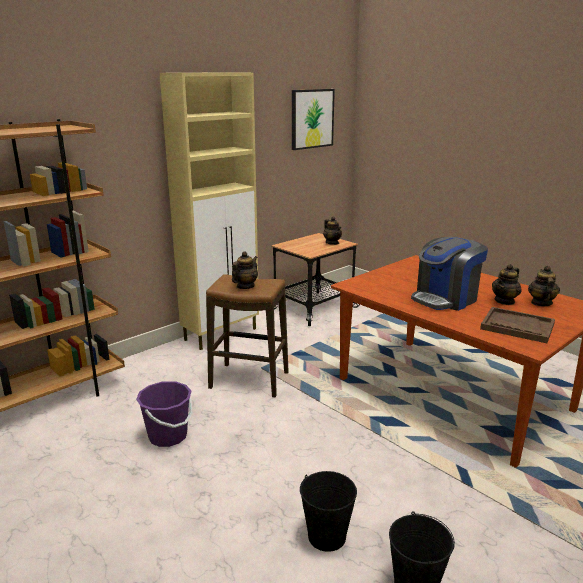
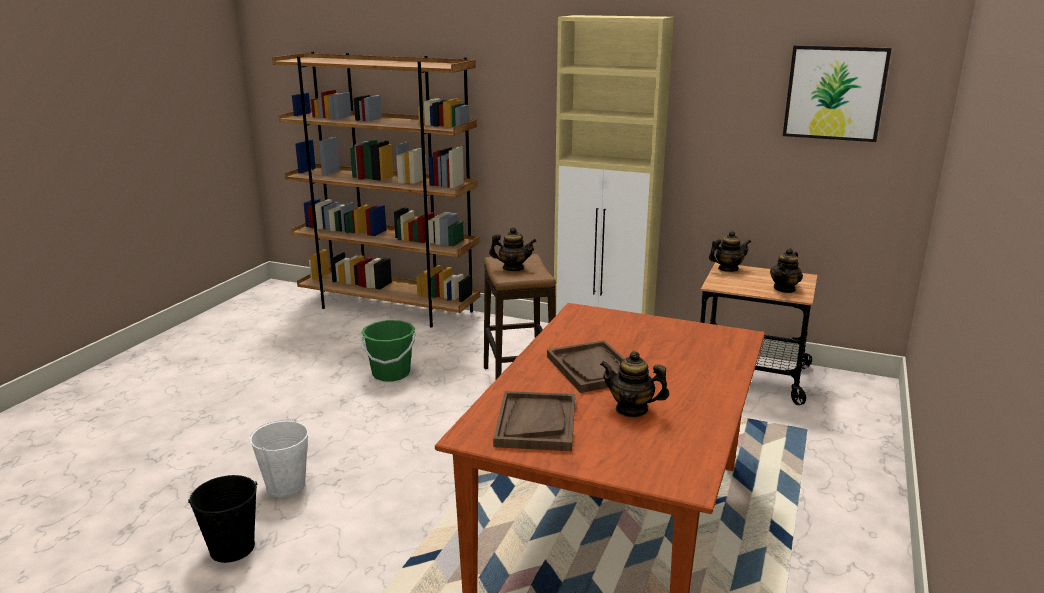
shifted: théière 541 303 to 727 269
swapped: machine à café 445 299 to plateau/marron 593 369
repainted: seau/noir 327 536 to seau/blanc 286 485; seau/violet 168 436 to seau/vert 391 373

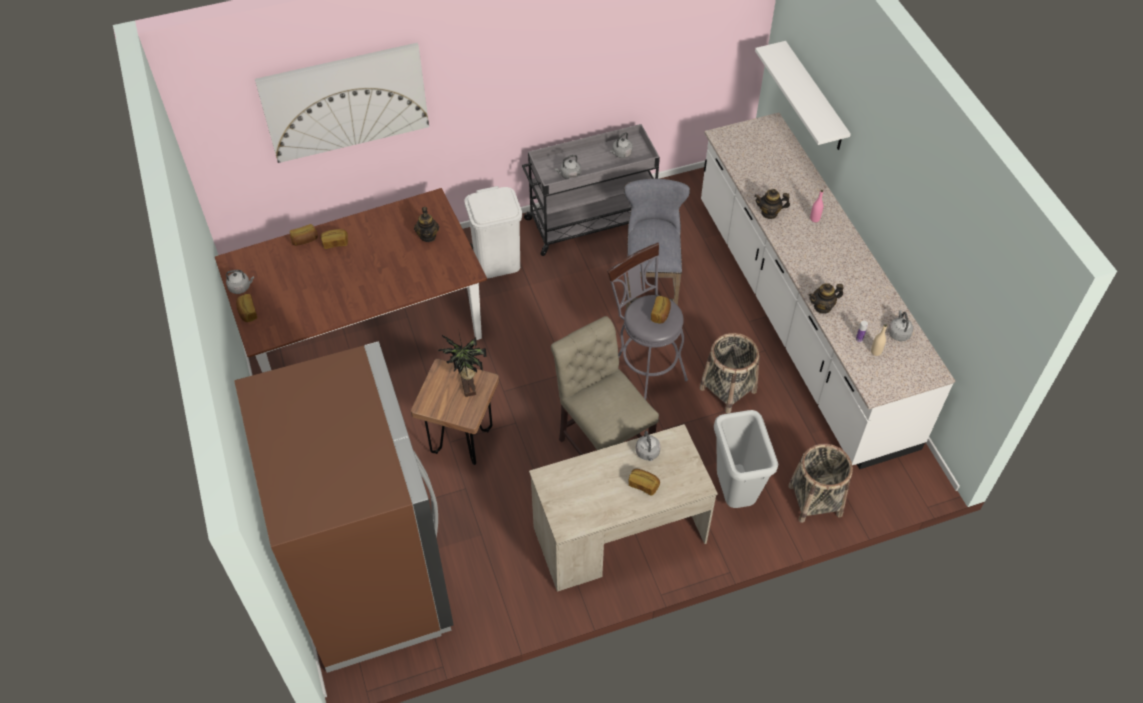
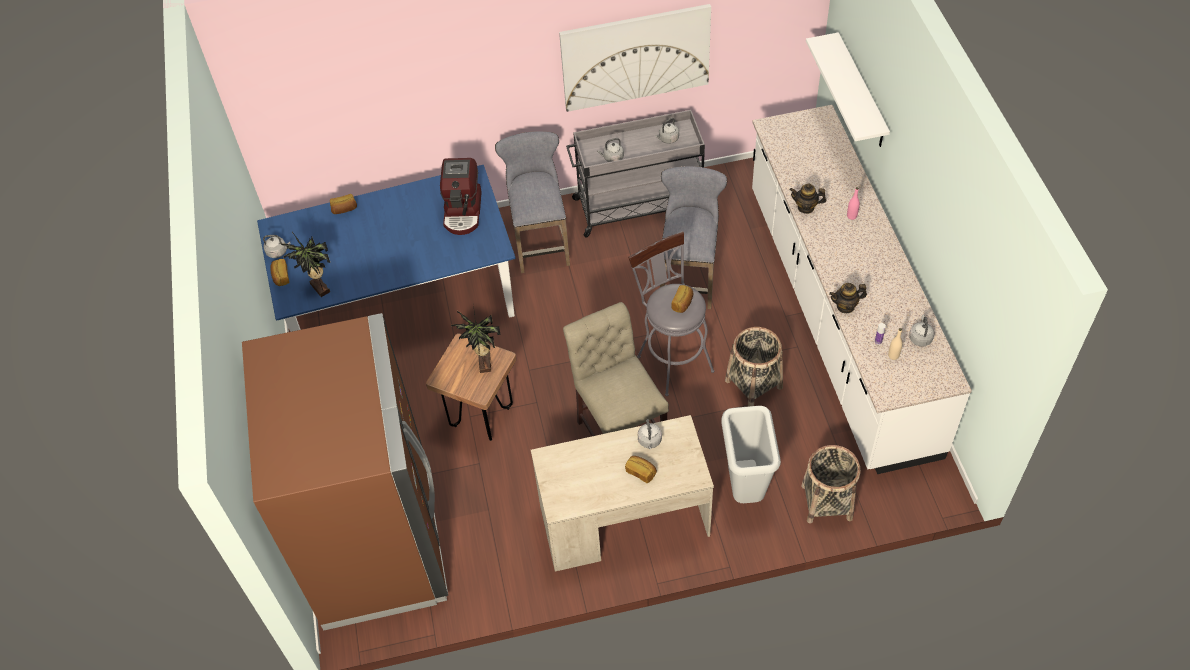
gone: pain 335 242
new: plante en pot 319 289
shifted: tableau 345 102 to 635 57
swapped: théière 428 236 to machine à café 463 211; poubelle/blanc 497 262 to tabouret/gris 540 241
repainted: table à manger/marron 364 330 to table à manger/bleu 401 301

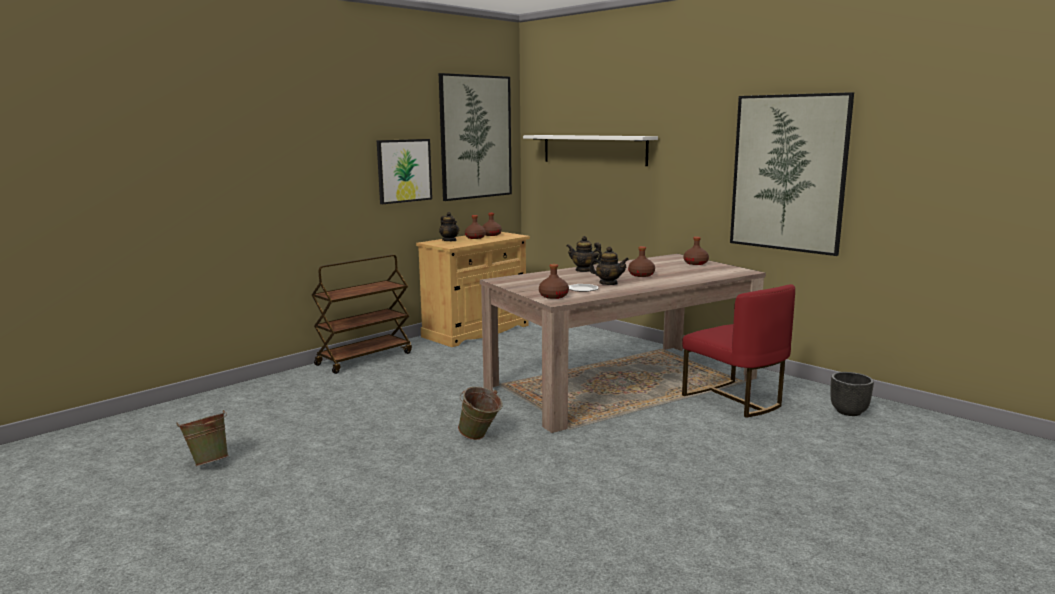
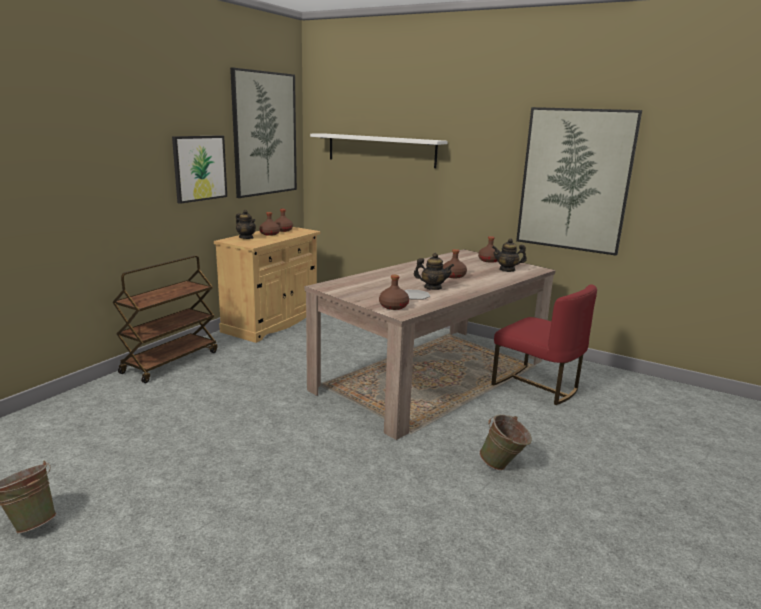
gone: cache-pot/noir 849 412
shifted: seau/vert 480 438 to 503 466; théière 584 270 to 507 269

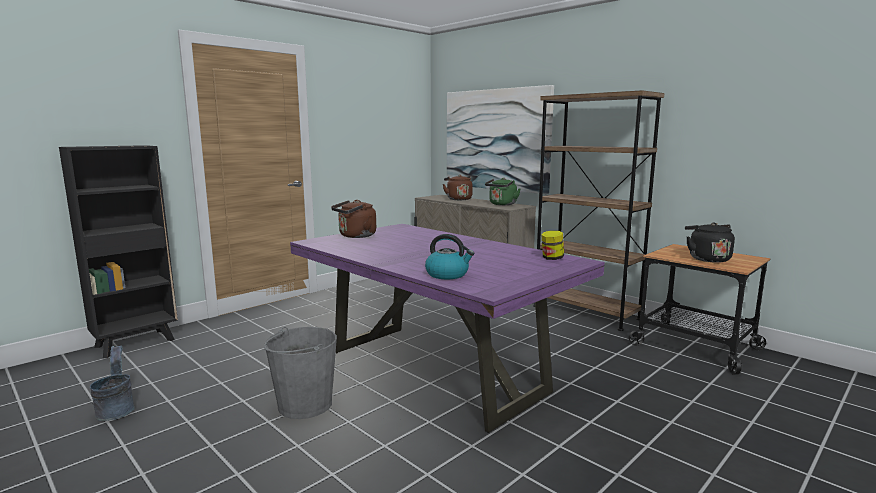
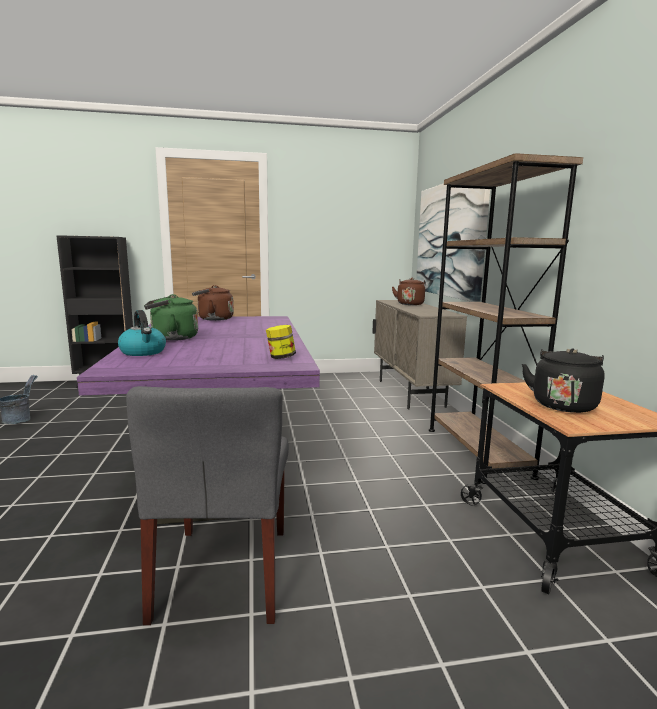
gone: seau/gris 304 404
new: chaise/gris 224 572
shifted: bouilloire/vert 502 204 to 171 338

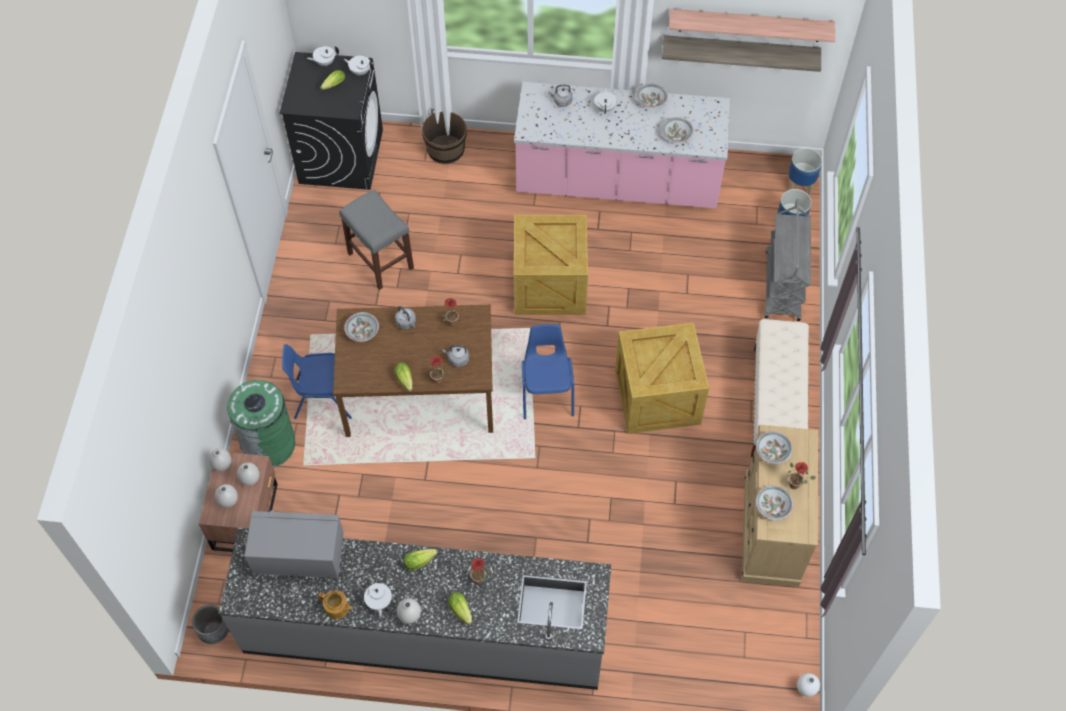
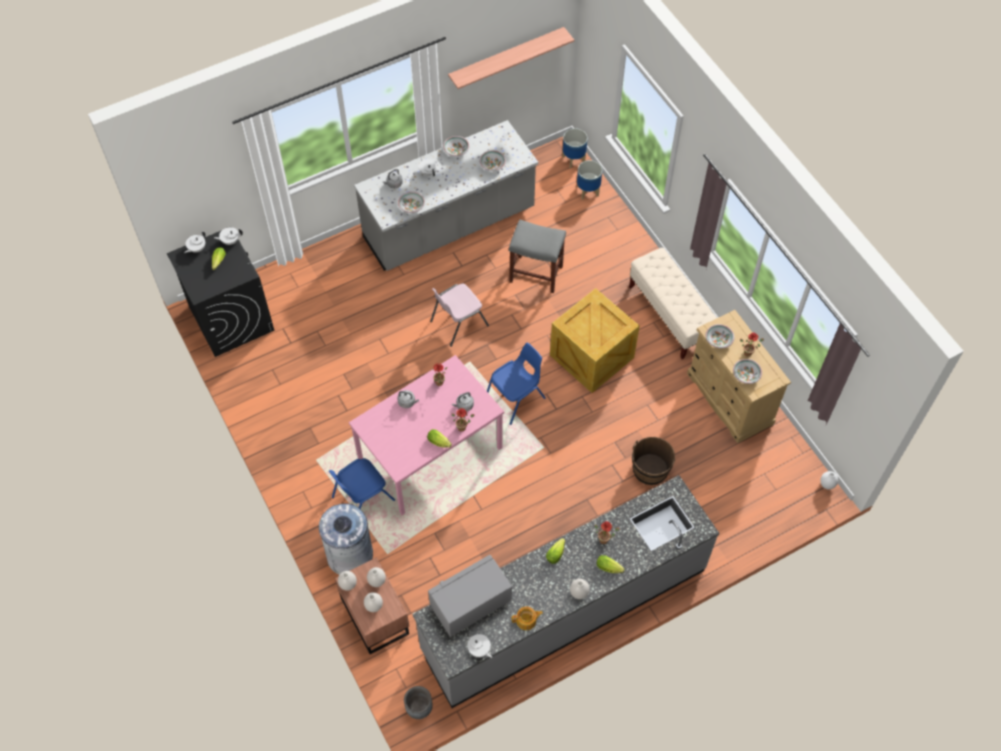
gone: étagère 740 51; chariot/gris 782 286
shifted: bol 362 332 to 412 206; théière/blanc 379 601 to 479 649; tabouret/gris 379 260 to 535 274; seau/marron 446 150 to 650 469
swapped: caisse 548 283 to chaise/rose 458 323
repainted: poubelle/vert 269 444 to poubelle/gris 350 555; table à manger/marron 419 395 to table à manger/rose 430 454; comptoir de cuisine/rose 617 182 to comptoir de cuisine/gris 449 225
rotated: chaise/bleu 547 392 = 516 398 90 degrees clockwise

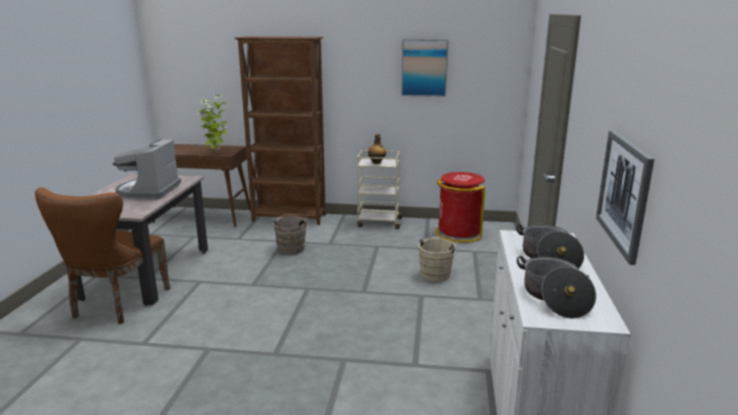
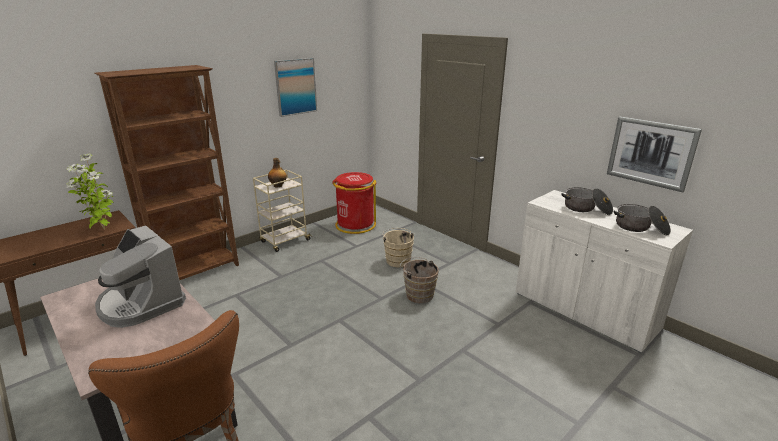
shifted: seau/marron 292 248 to 418 294

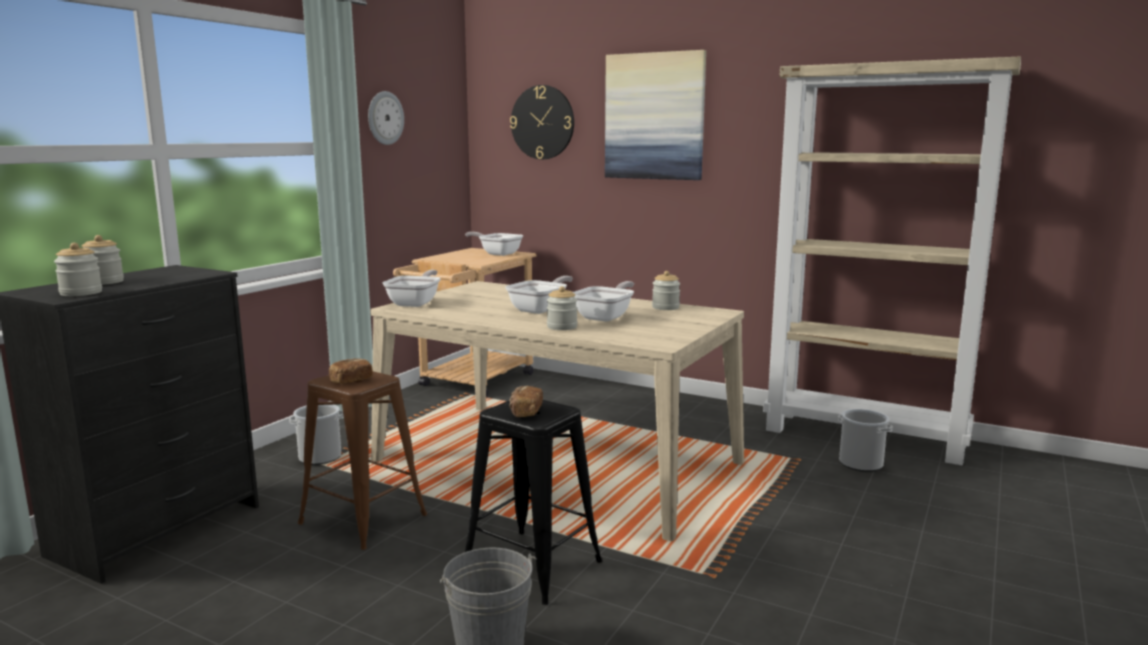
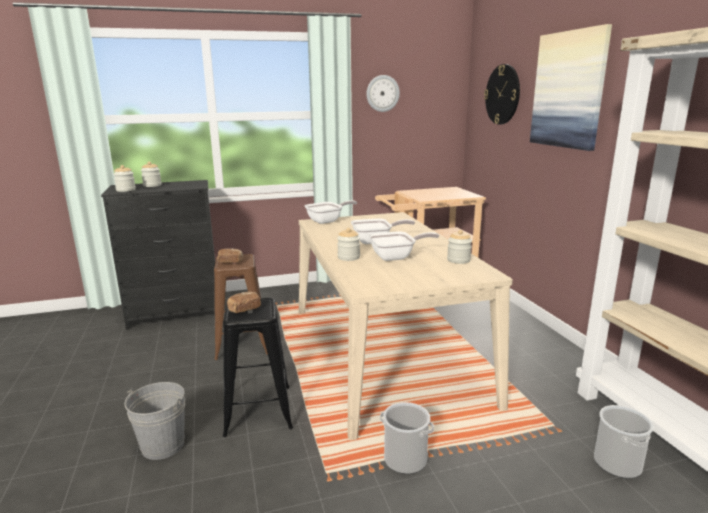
gone: poêle 497 253
shifted: seau 320 457 to 405 459

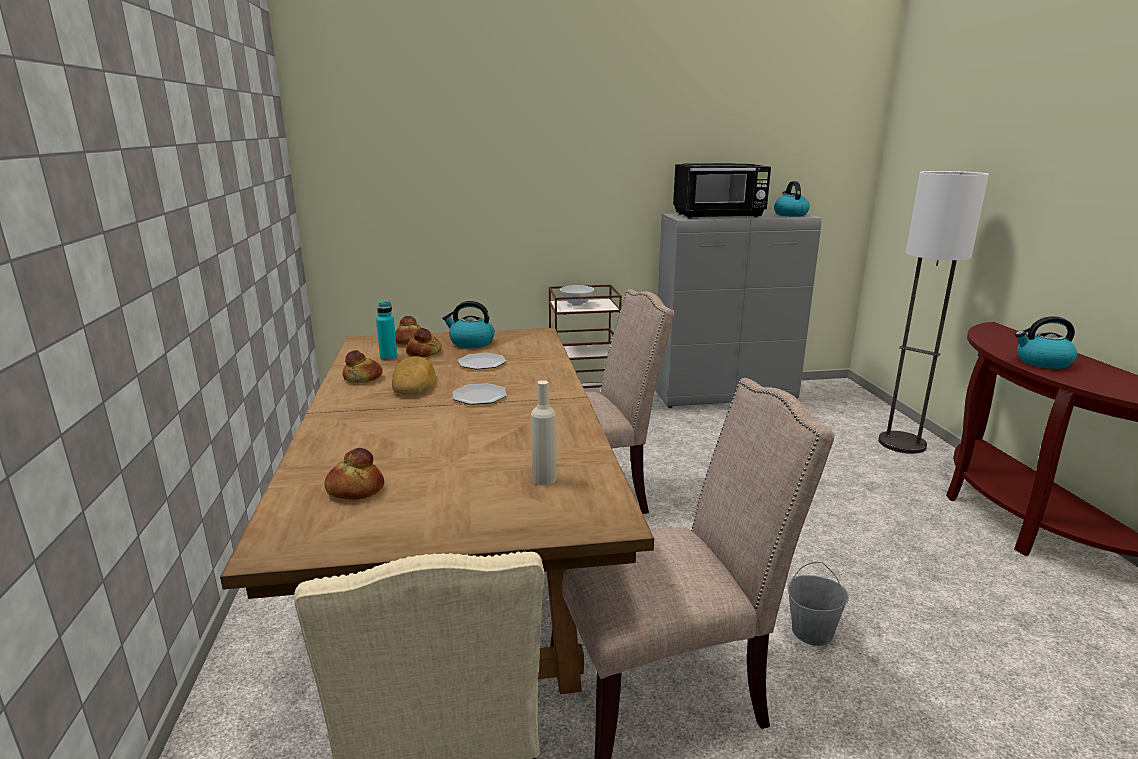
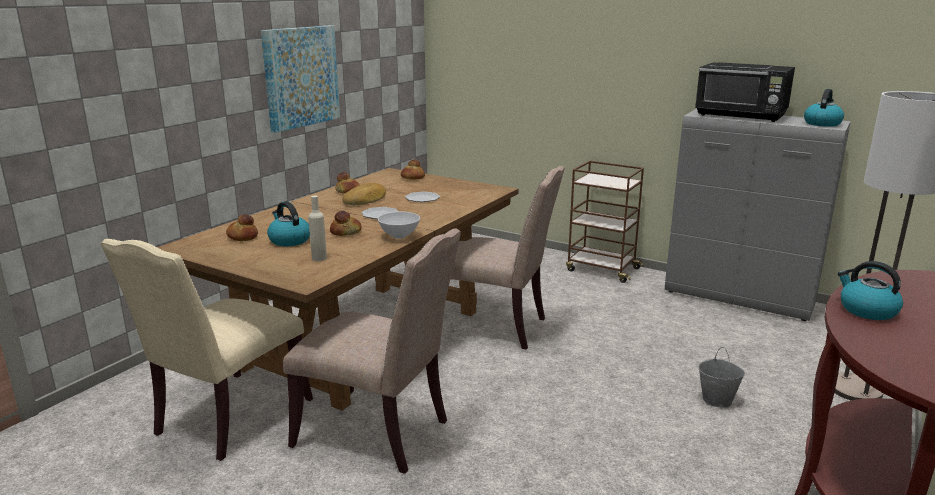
gone: bouteille/turquoise 388 357
new: tableau 301 77
shifted: bouilloire 471 343 to 289 240; pain 424 353 to 346 232; bol/blanc 576 304 to 399 236; seau/gris 812 632 to 717 400

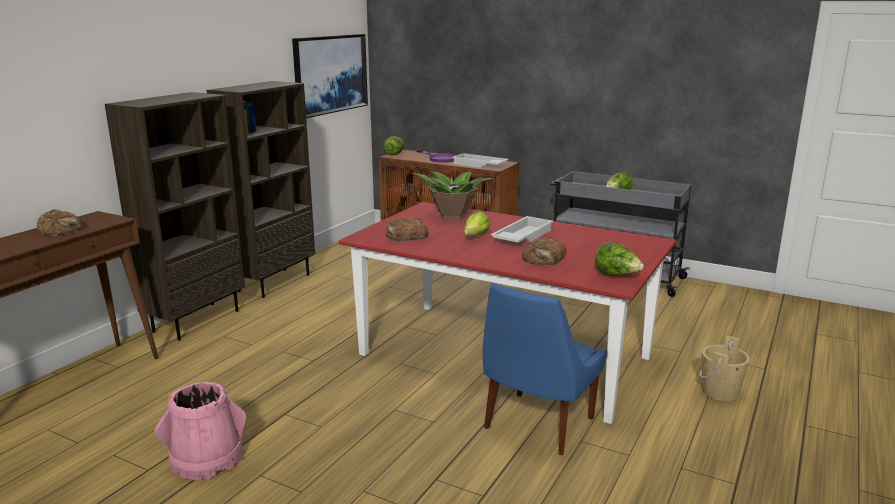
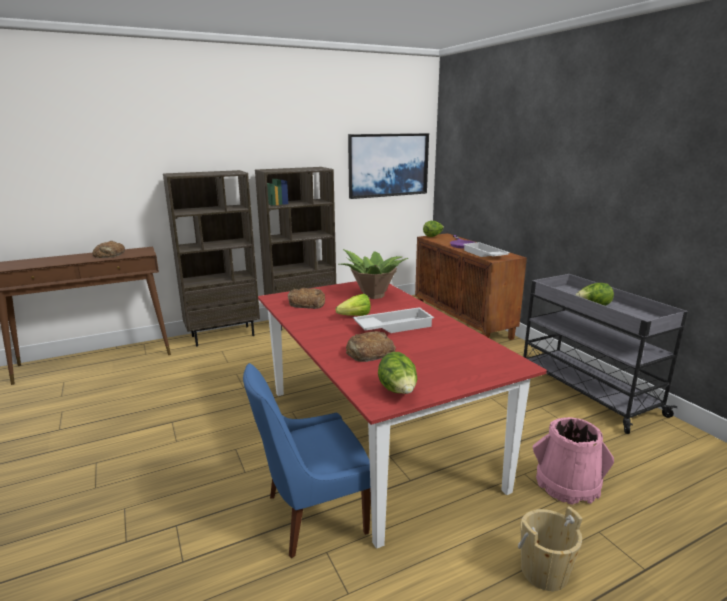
shifted: seau/rose 206 459 to 567 484

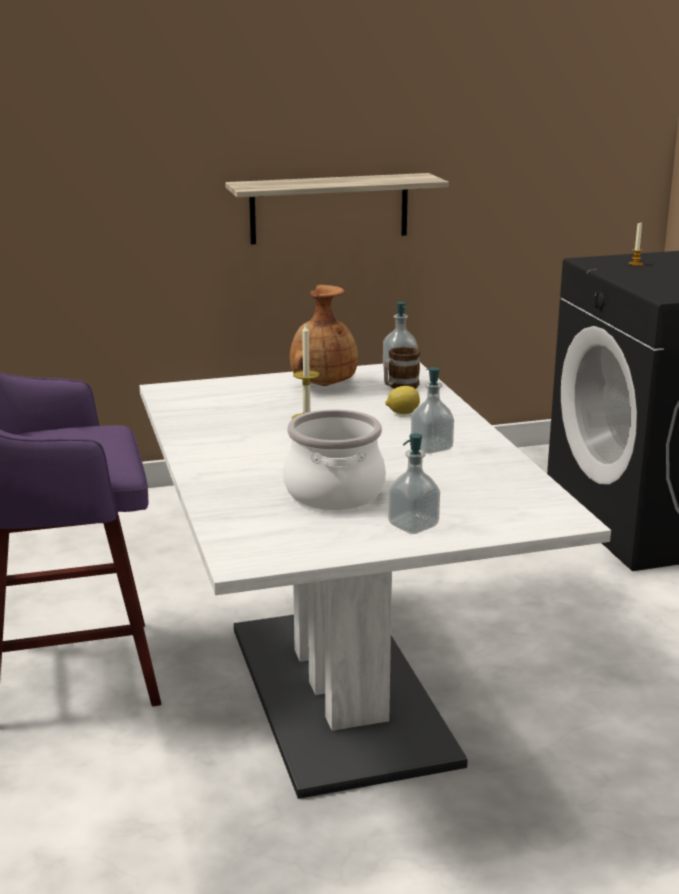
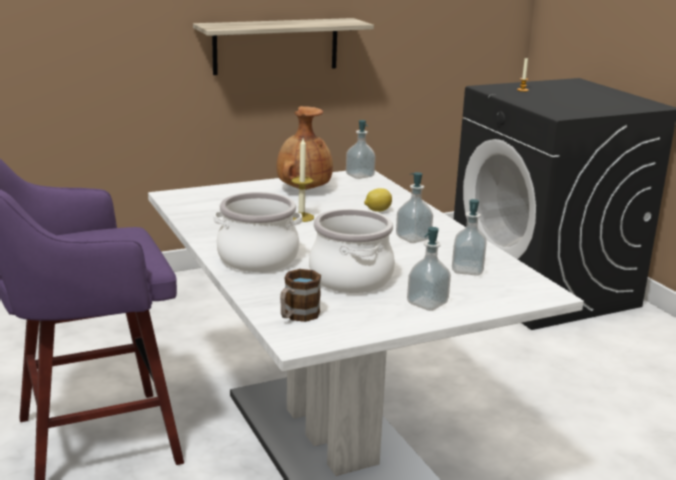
new: marmite 258 259; distributeur de savon 467 270
shifted: mug 399 386 to 297 316

